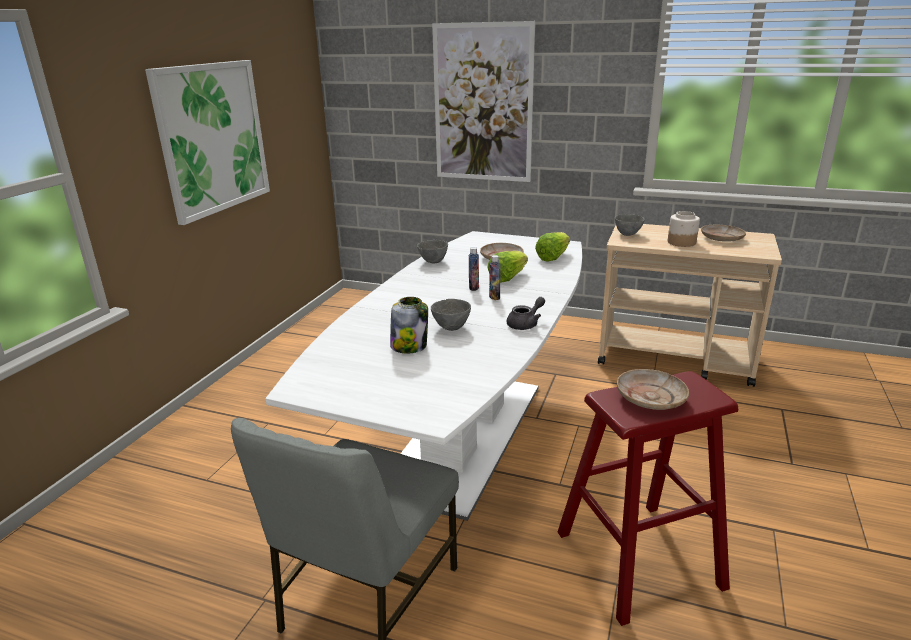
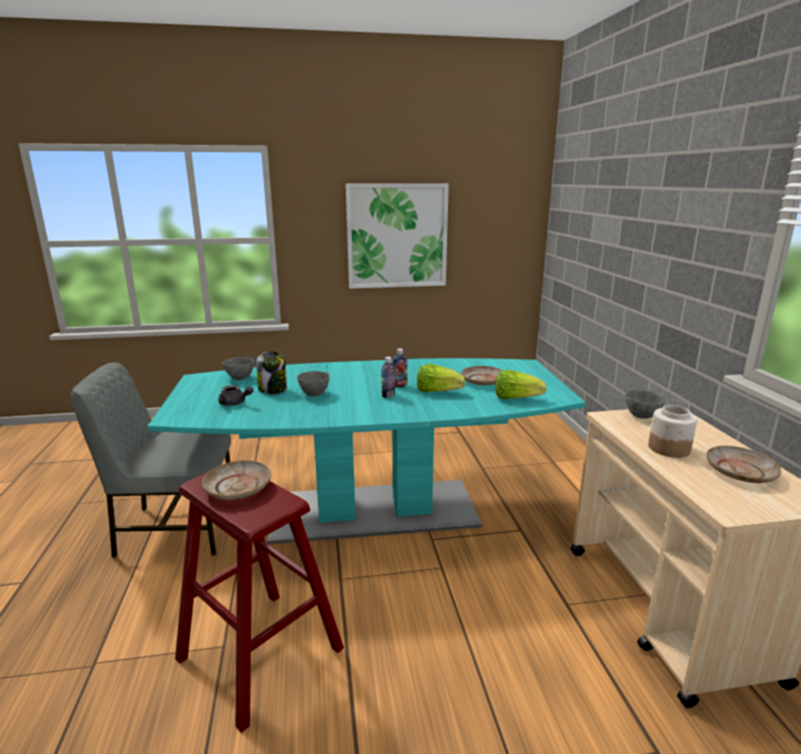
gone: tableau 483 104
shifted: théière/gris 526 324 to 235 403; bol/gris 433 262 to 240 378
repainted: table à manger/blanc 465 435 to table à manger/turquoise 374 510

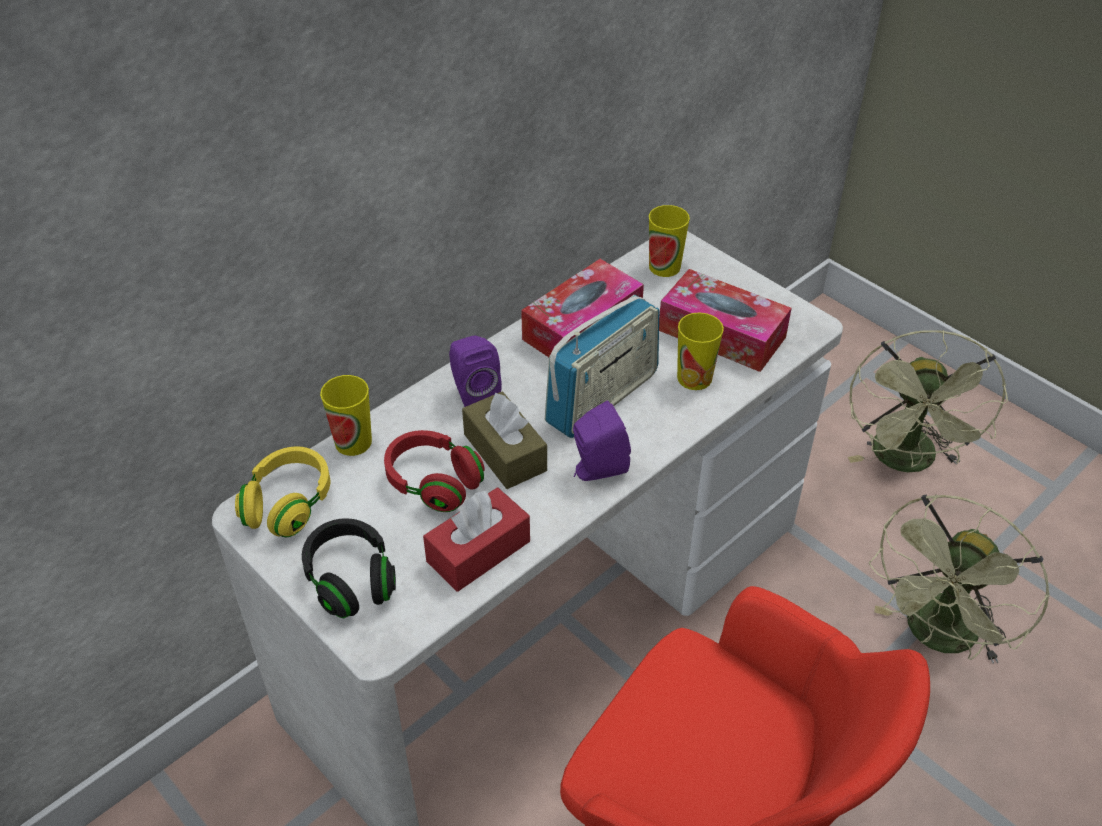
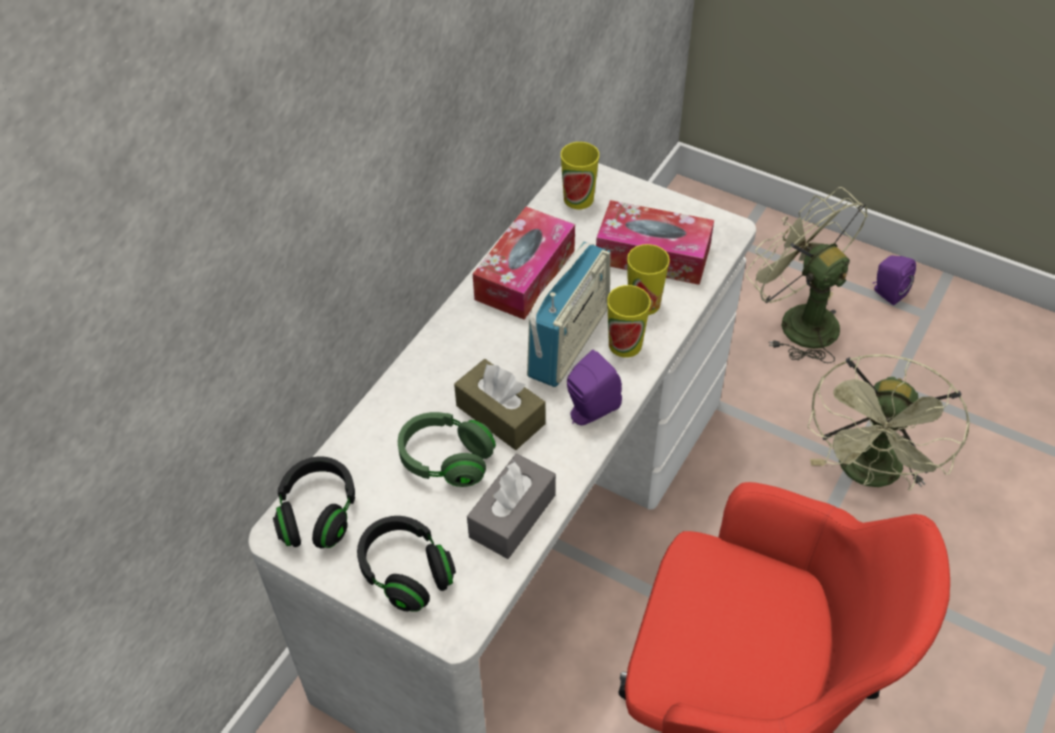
shifted: tasse 353 442 to 625 344; enceinte/violet 473 392 to 887 293
repainted: casque audio/jaune 288 504 to casque audio/noir 318 514; casque audio/rouge 433 483 to casque audio/vert 446 460; boîte à mouchoirs/rouge 478 551 to boîte à mouchoirs/gris 512 516
rotated: ventilateur/vert 907 462 = 798 320 150 degrees clockwise

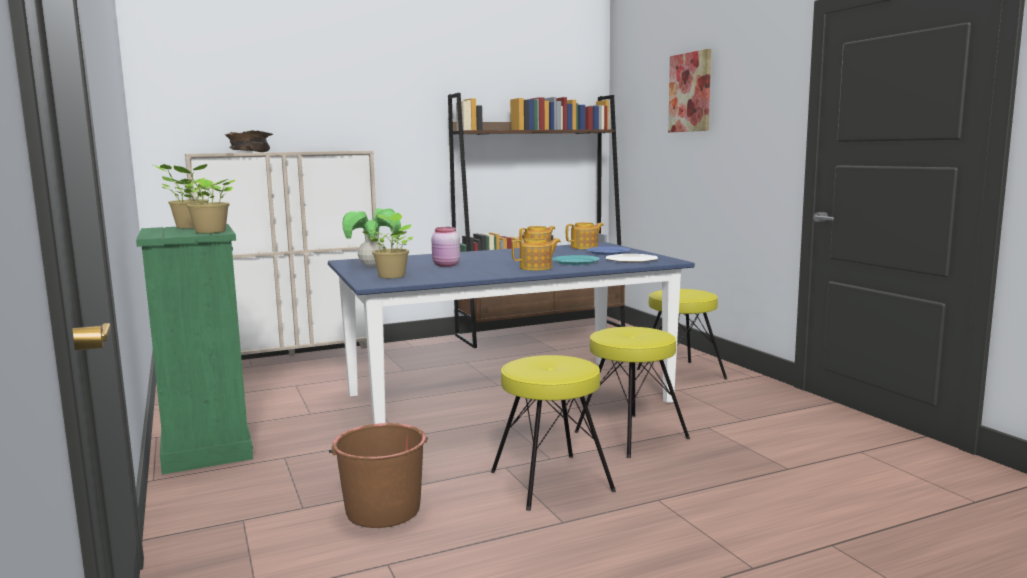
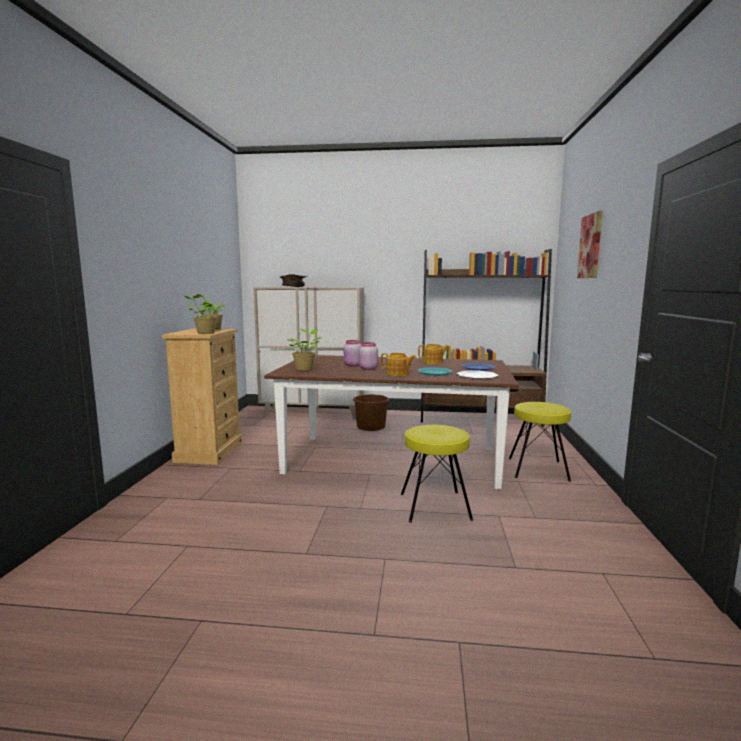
gone: plante en pot 373 266; tabouret/jaune 550 481; théière 585 247
new: bocal/rose 367 368
shifted: seau/marron 383 510 to 371 426
repainted: commode/vert 205 446 to commode/beige 209 452; table à manger/bleu 507 398 to table à manger/marron 392 460

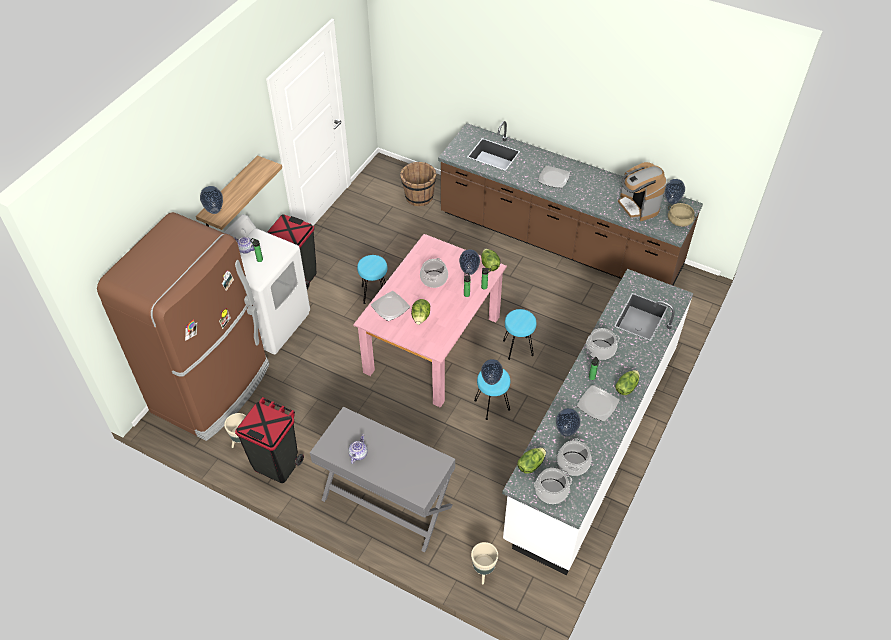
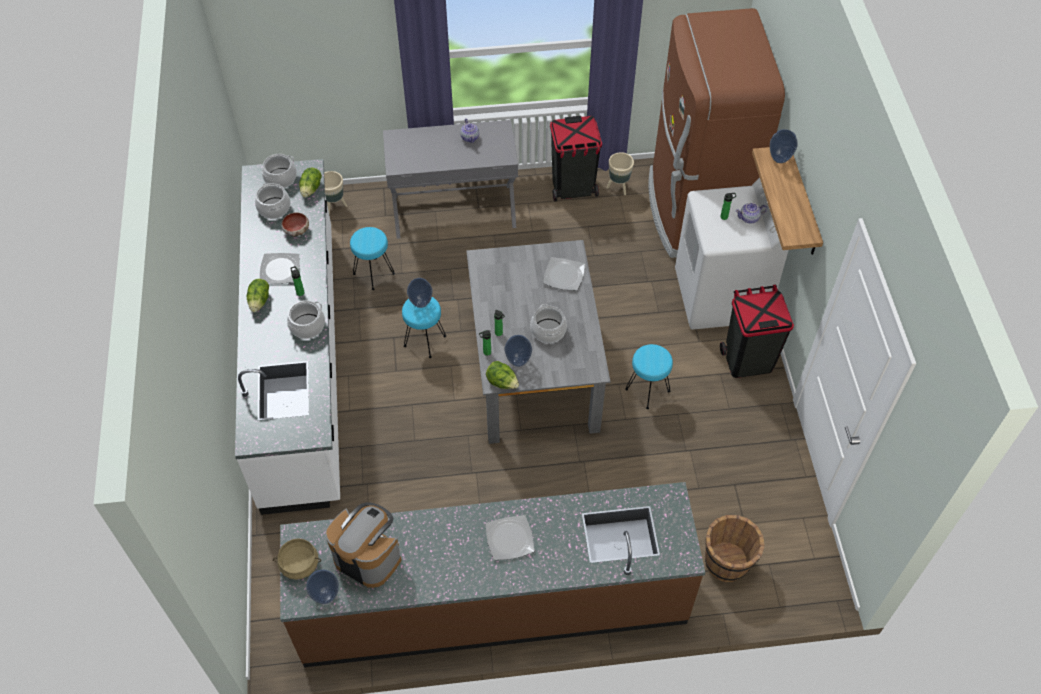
gone: laitue 421 318
shifted: tabouret/turquoise 518 348 to 373 273
swapped: vase 566 431 to bol 296 230
repainted: table à manger/rose 432 343 to table à manger/gris 535 370

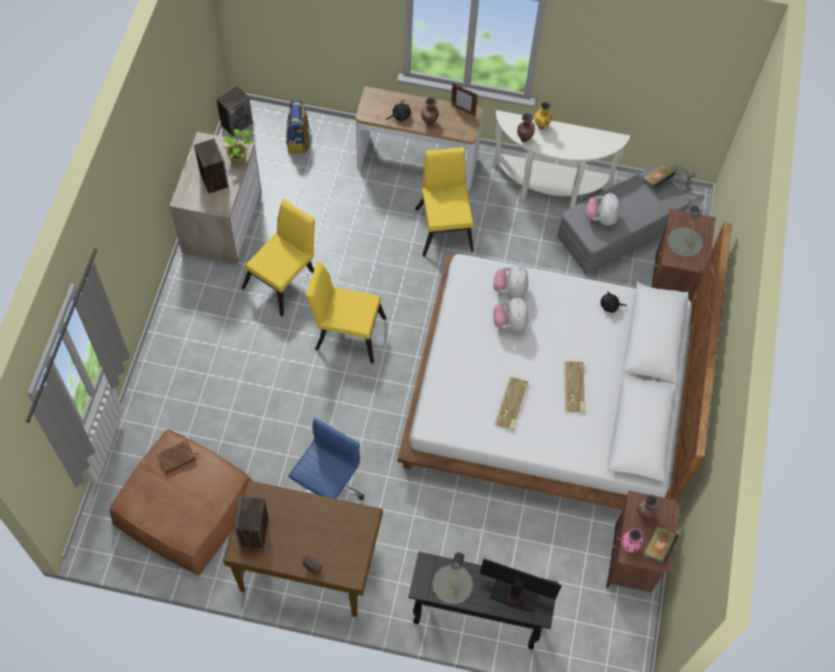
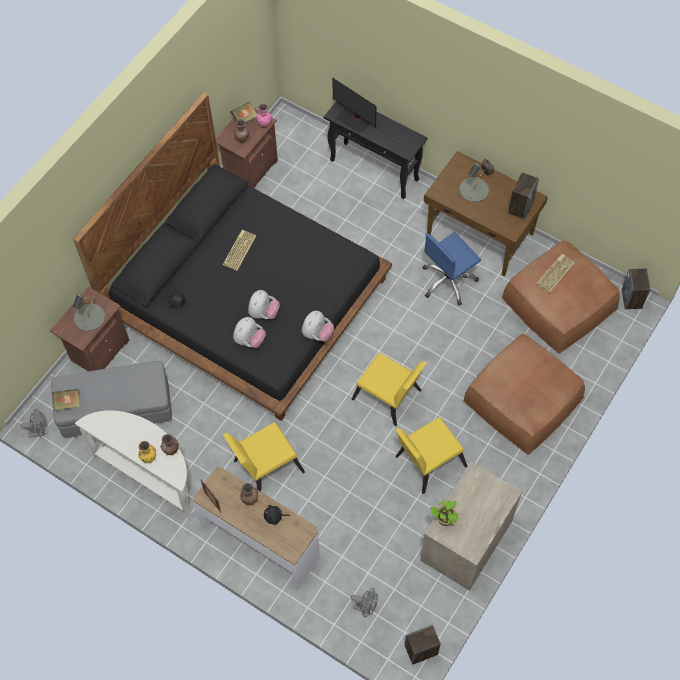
gone: livre/marron 177 458
new: pouf/marron 523 399
shifted: peluche 601 218 to 317 334; lampe de table/gris 452 584 to 474 190; clavier 512 404 to 555 273; enceinte 213 179 to 632 299
swapped: sac à dos 298 141 to ventilateur/gris 365 607
repainted: lit/blanc 548 392 to lit/noir 248 298
rotated: chaise/jaune 444 225 = 264 468 45 degrees clockwise

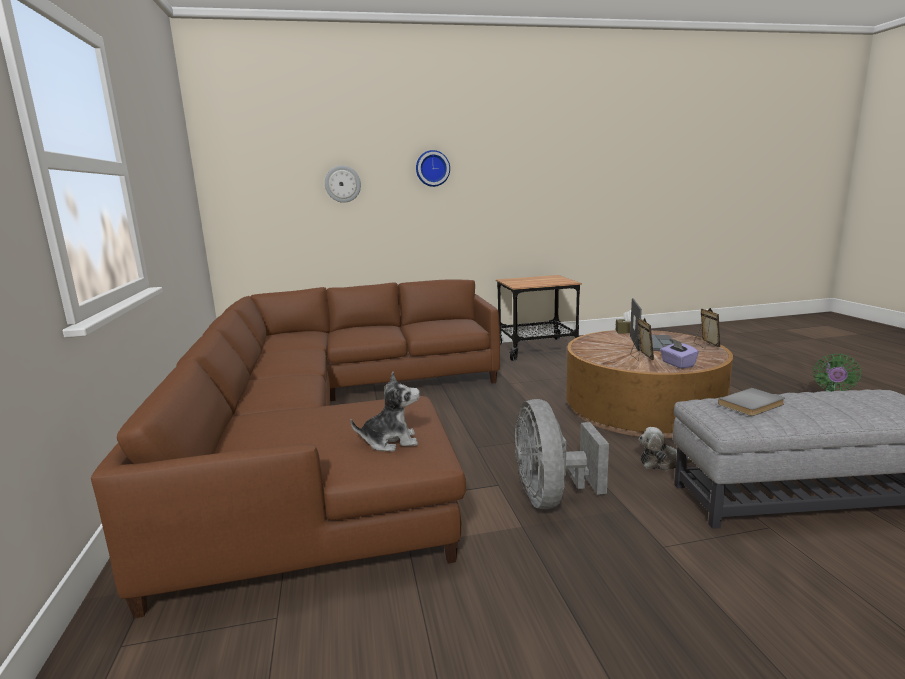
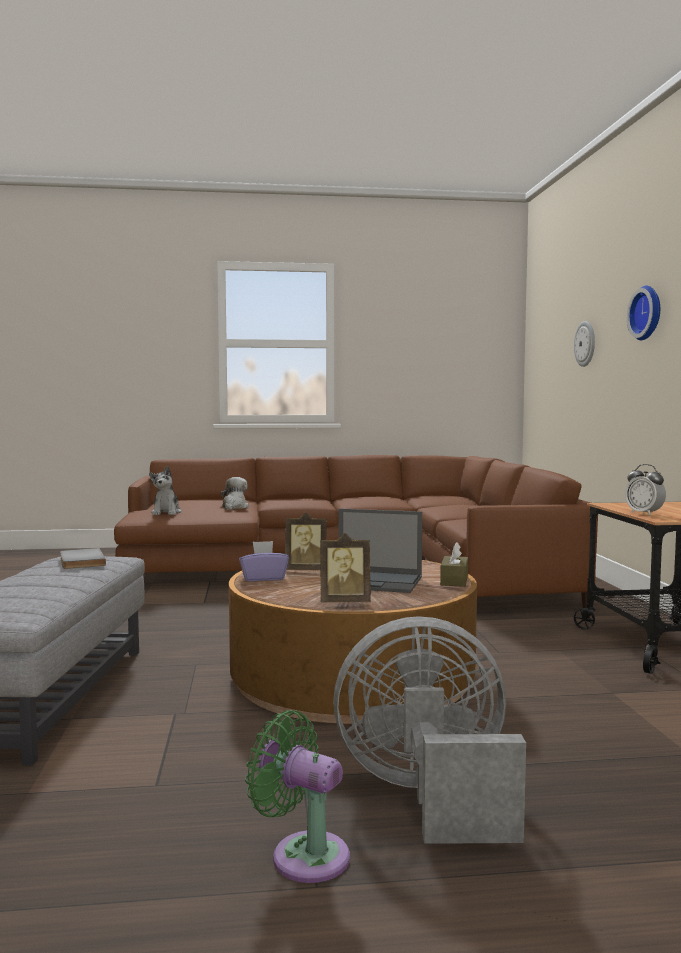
new: réveil 644 513
shifted: peluche 662 463 to 234 507; ventilateur/gris 551 497 to 427 795

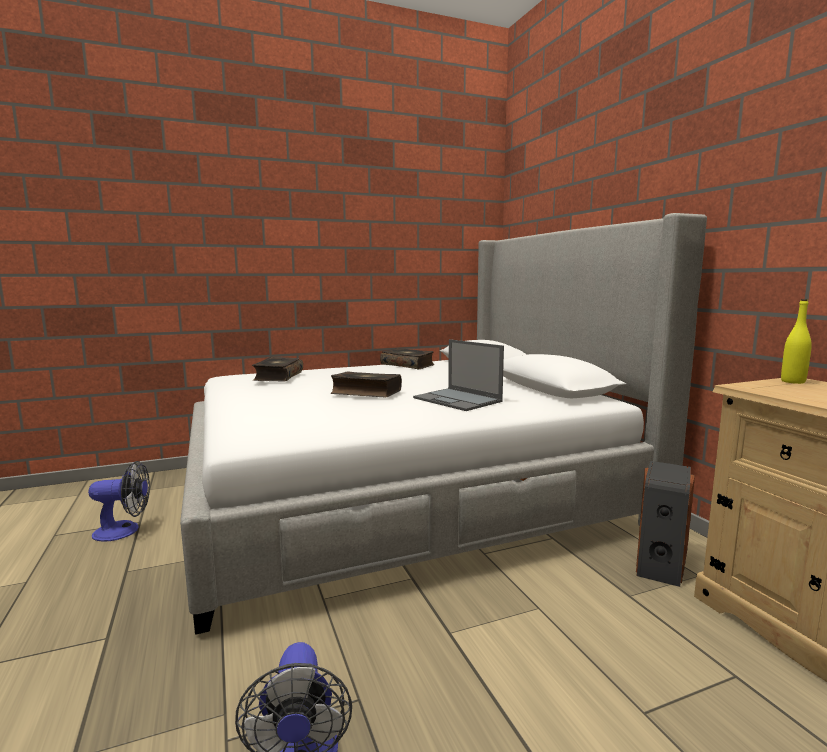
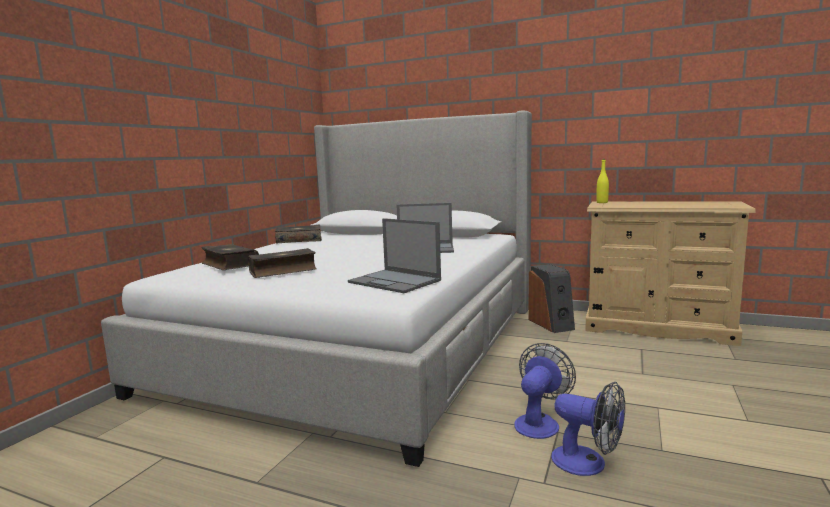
new: ordinateur portable 395 281
shifted: livre 366 393 to 283 271; ventilateur 124 531 to 539 422

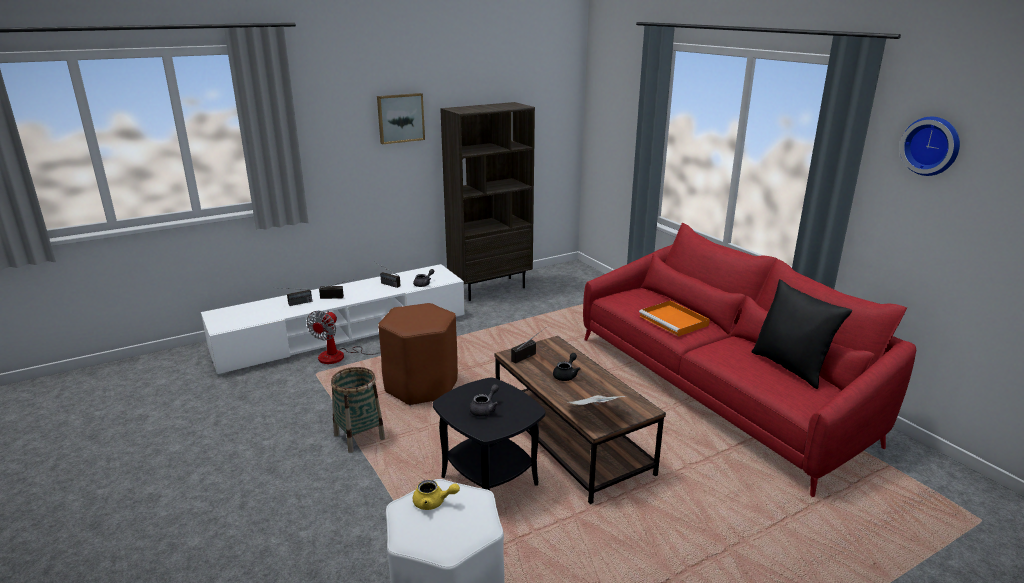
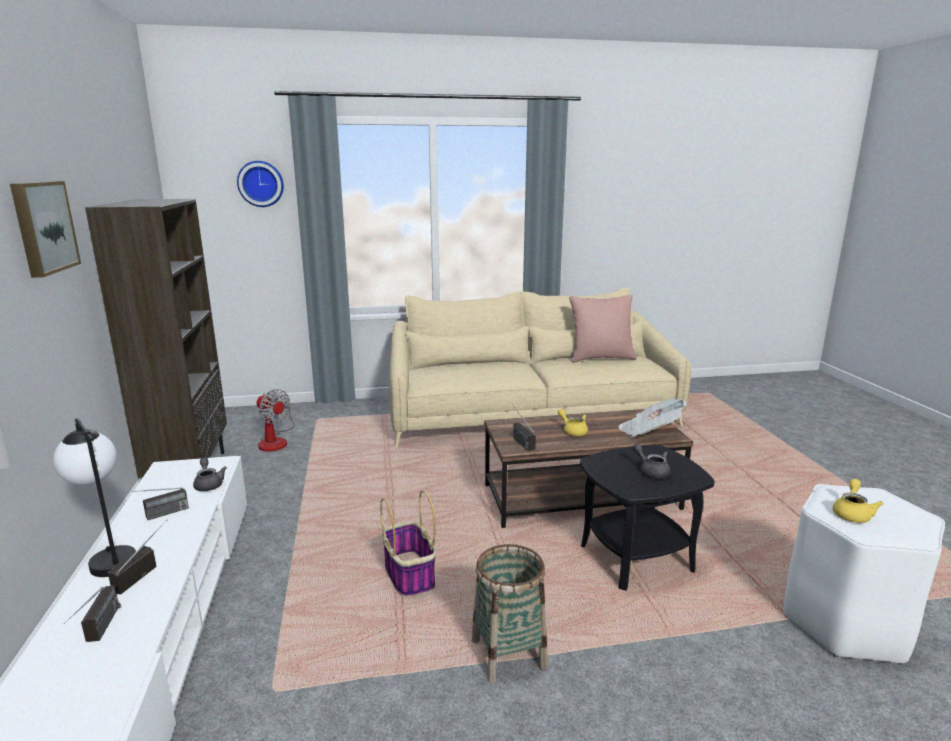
gone: plateau/orange 674 321
new: lampe de table 108 556
shifted: horloge murale 932 145 to 261 184; ventilateur 341 356 to 276 440
swapped: tabouret/marron 421 386 to panier 409 575
repainted: canapé/rouge 719 388 to canapé/beige 530 416; théière/noir 566 375 to théière/jaune 573 431; coussin/noir 790 367 to coussin/rose 600 358

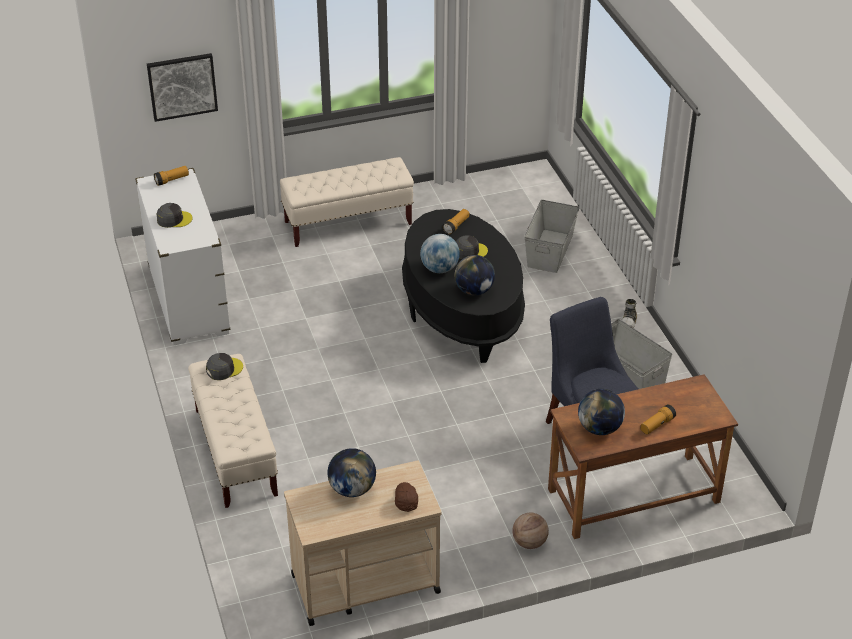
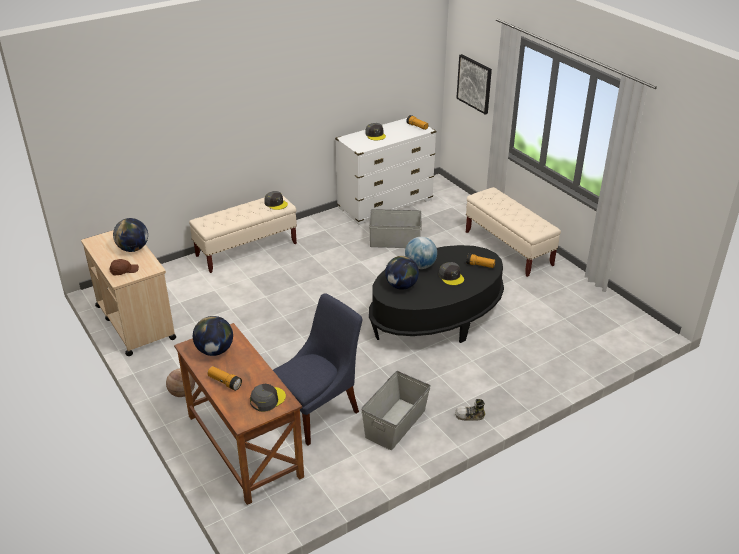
new: casquette/gris 267 399
shifted: boîte de rangement/gris 550 250 to 395 241

